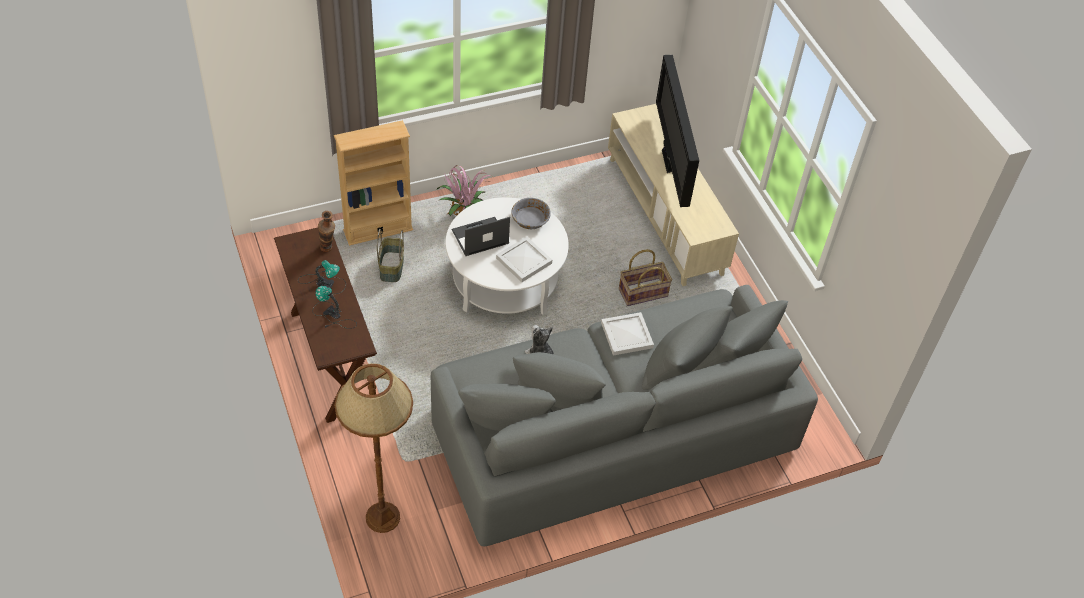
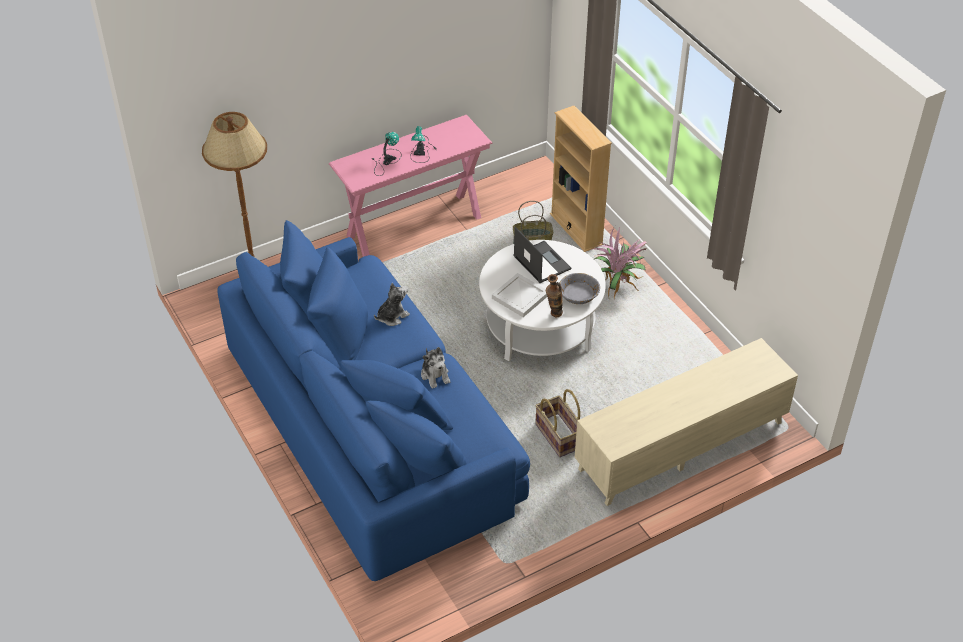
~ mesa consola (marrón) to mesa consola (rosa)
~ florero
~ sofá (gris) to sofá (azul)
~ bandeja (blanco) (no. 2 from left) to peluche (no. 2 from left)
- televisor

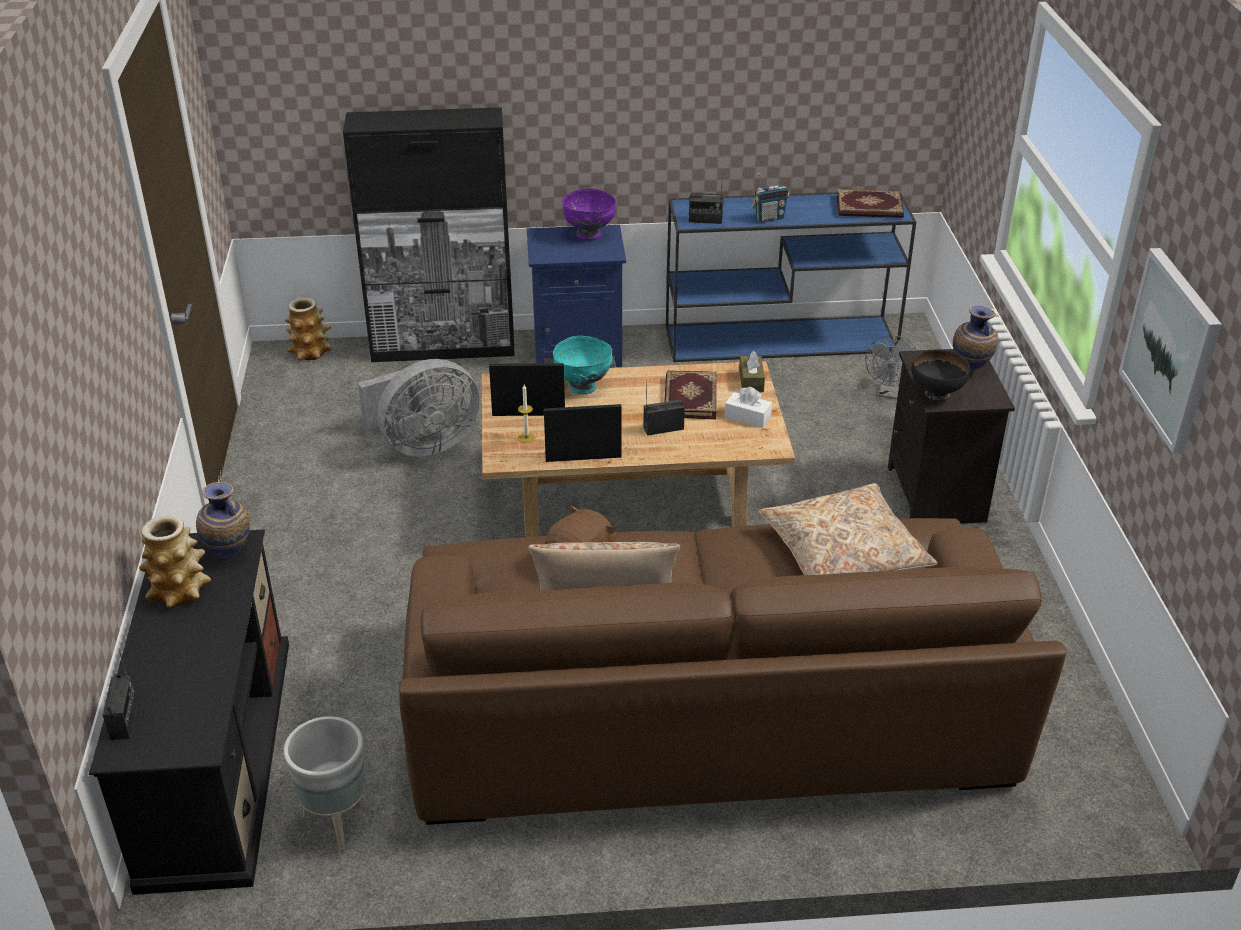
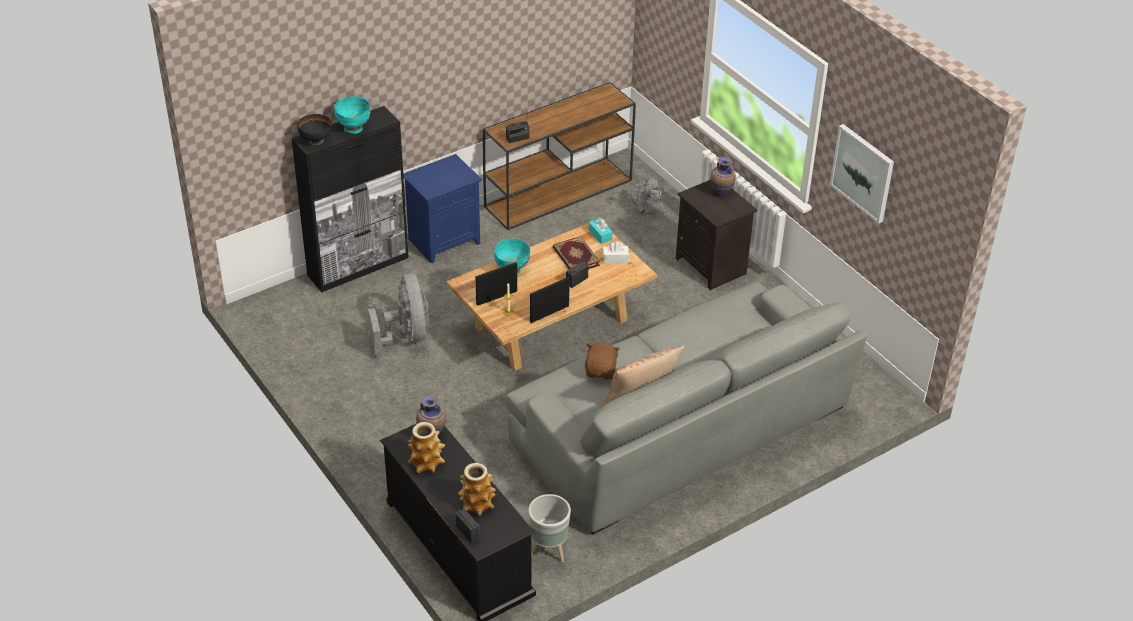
~ florero (no. 3 from left)
~ ventilador (gris) (no. 1 from left) 45 degrees counterclockwise
~ sofá (marrón) to sofá (gris)
- cuenco (morado)
~ mesa consola (azul) to mesa consola (marrón)
~ caja de pañuelos (marrón) to caja de pañuelos (turquesa)
- radio (no. 4 from left)
- cojín (beis) (no. 2 from left)
- libro (no. 2 from left)
~ cuenco (negro)
+ cuenco (turquesa) (no. 1 from left)

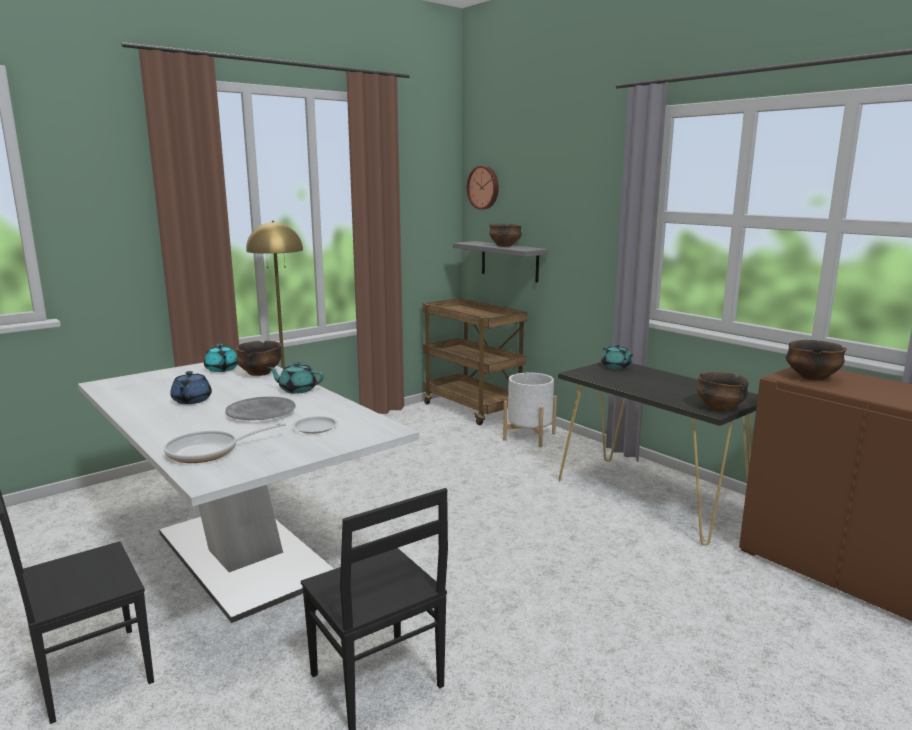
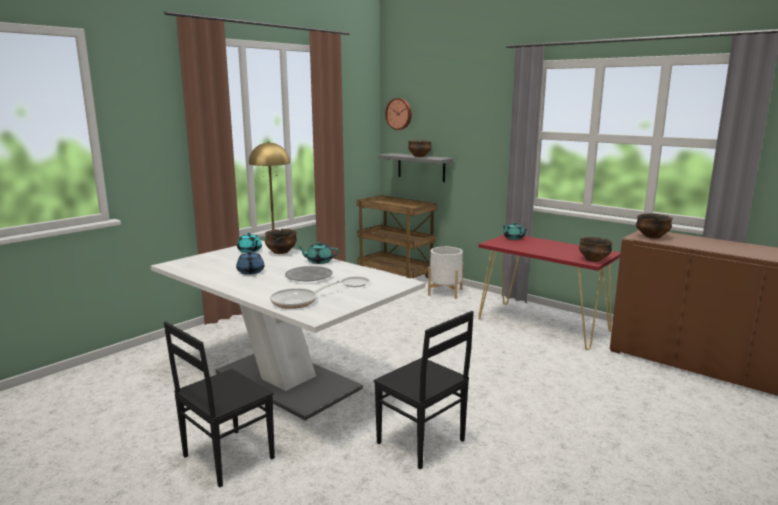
~ mesa consola (negro) to mesa consola (rojo)

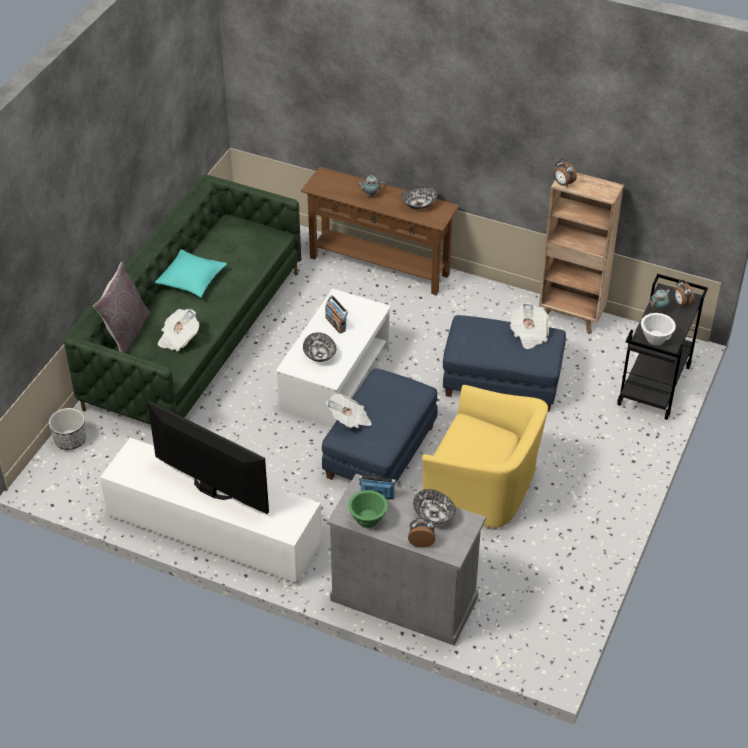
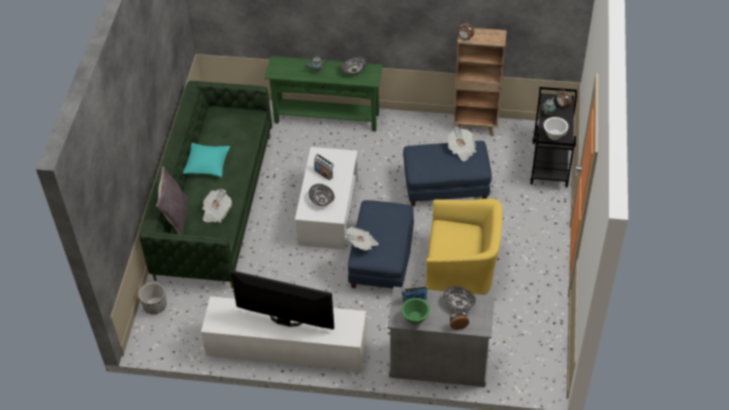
~ mesa consola (marrón) to mesa consola (verde)

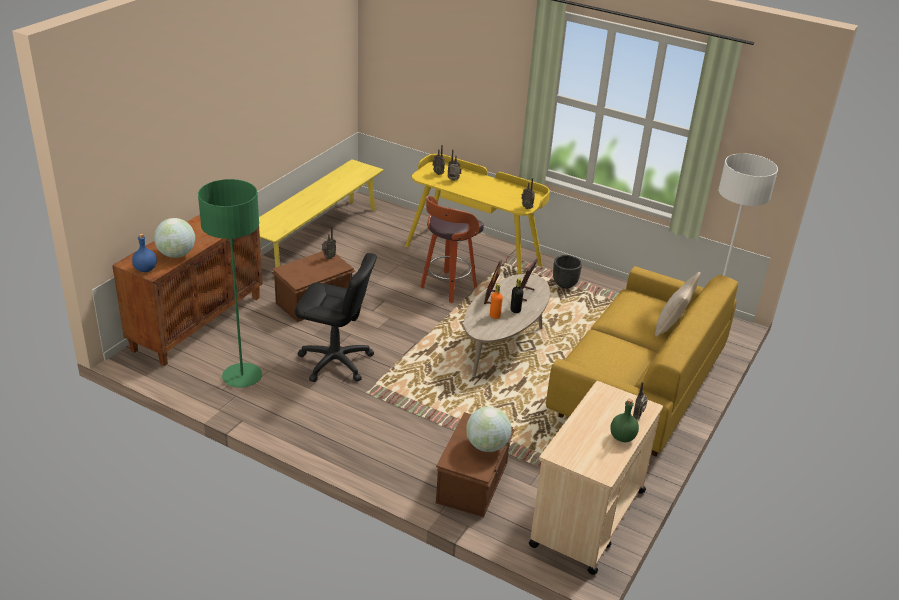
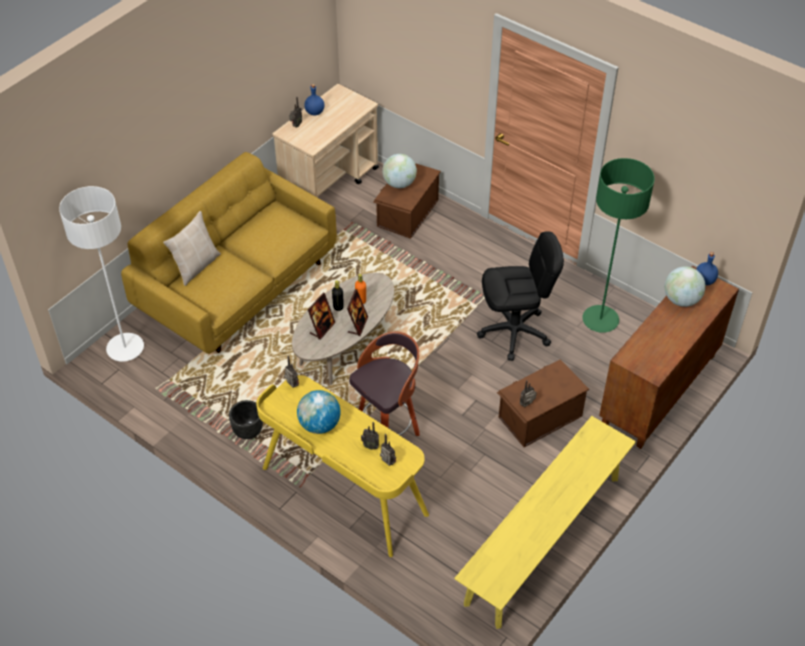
~ silla de oficina (negro) 150 degrees clockwise
~ botella (verde) to botella (azul) (no. 1 from left)
+ globo terráqueo (no. 1 from left)

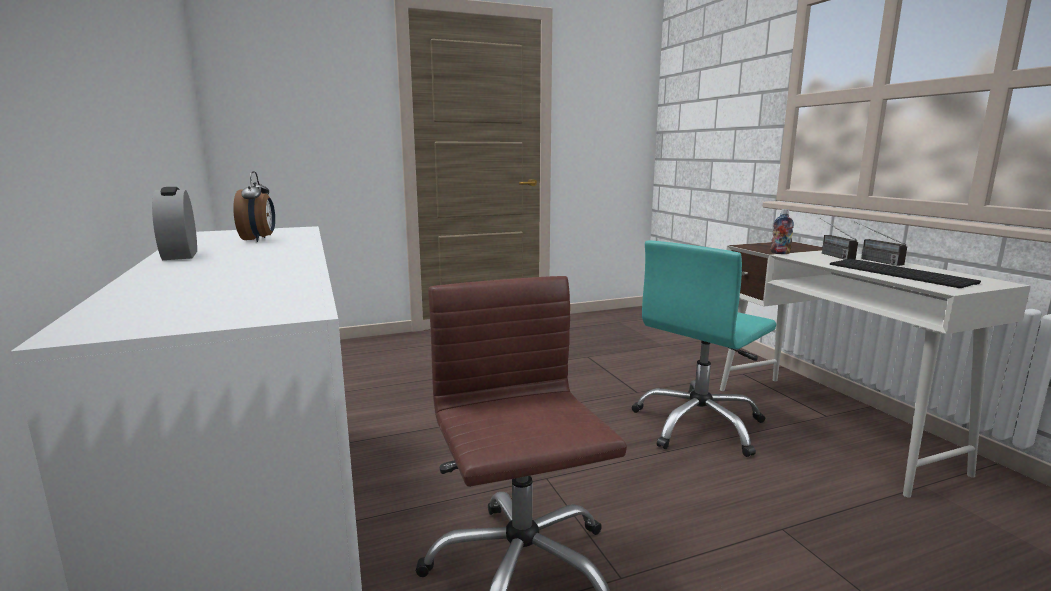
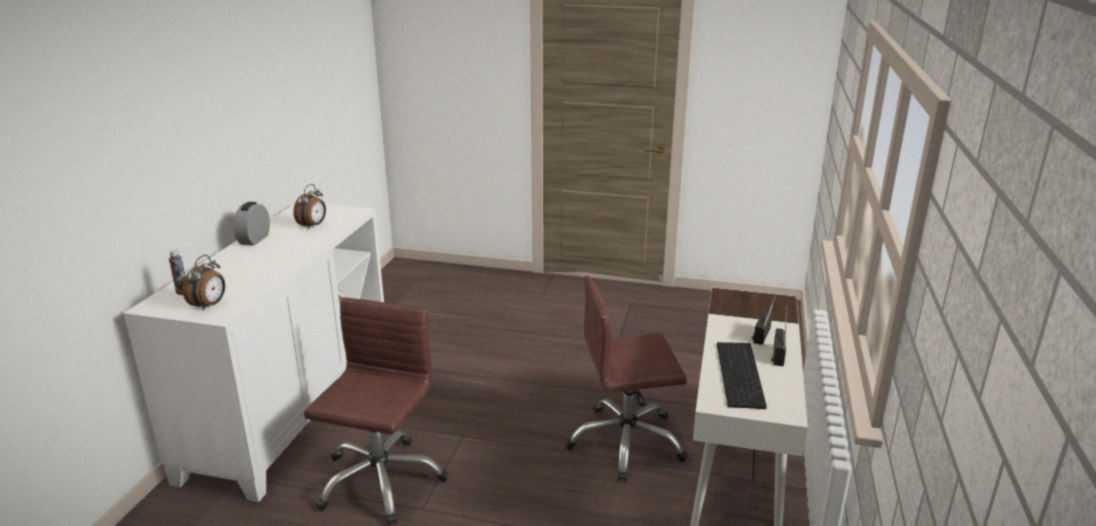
~ silla de oficina (turquesa) to silla de oficina (marrón) (no. 2 from left)
~ botella
+ despertador (no. 1 from left)

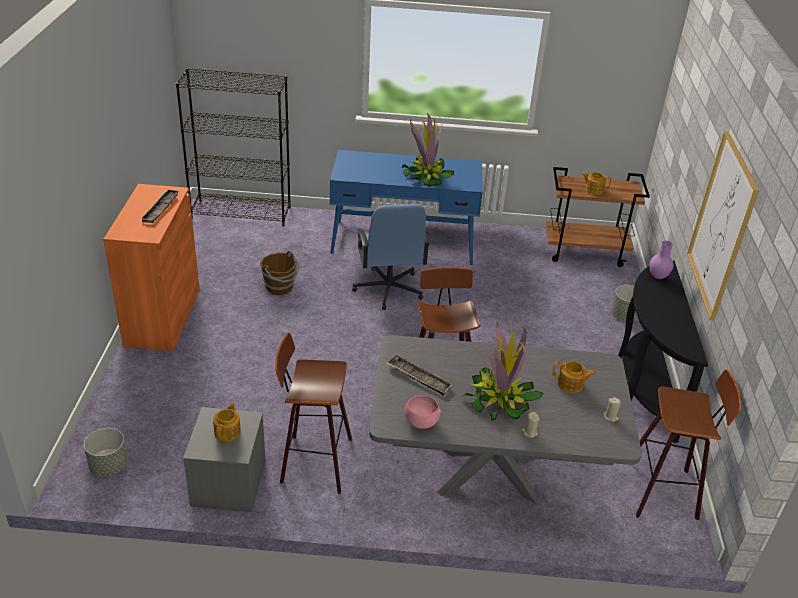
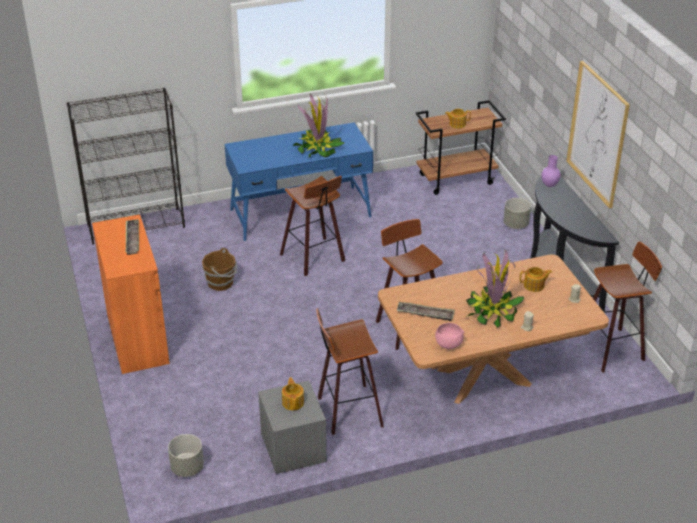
~ silla de oficina (azul) to taburete (no. 1 from left)
~ mesa de comedor (gris) to mesa de comedor (marrón)

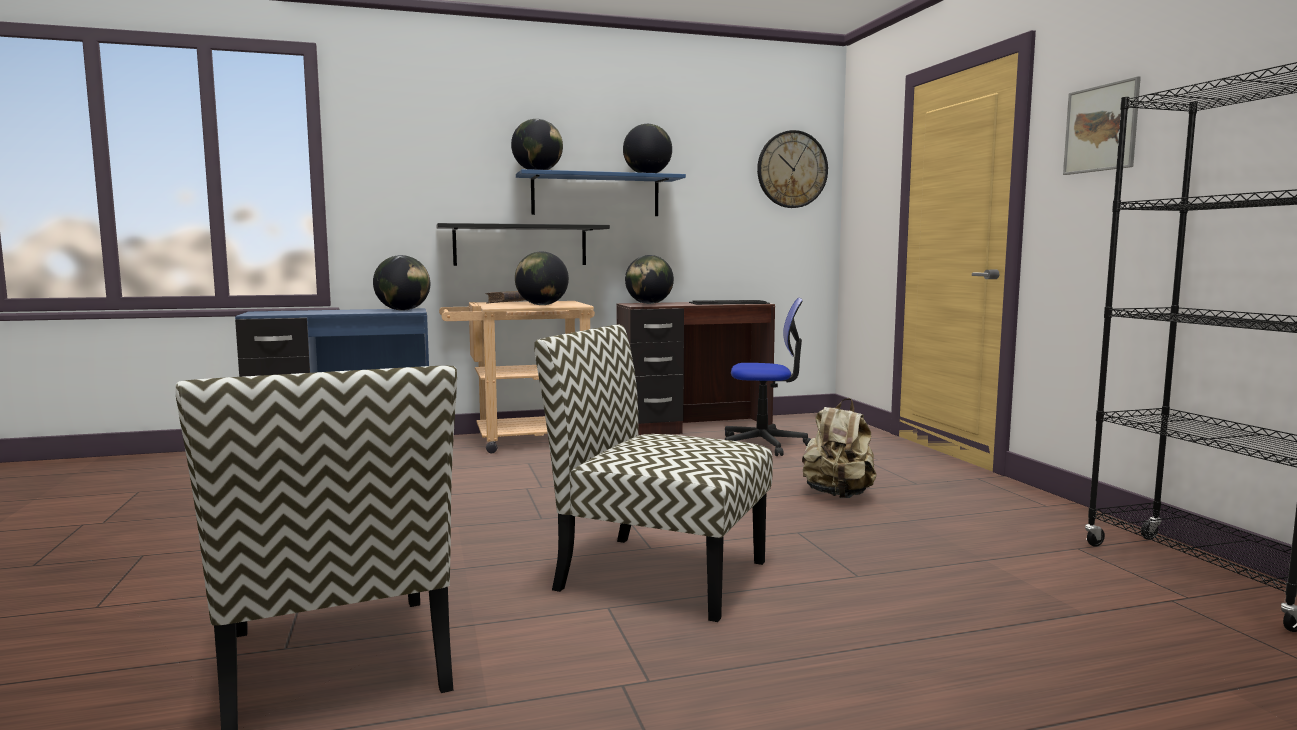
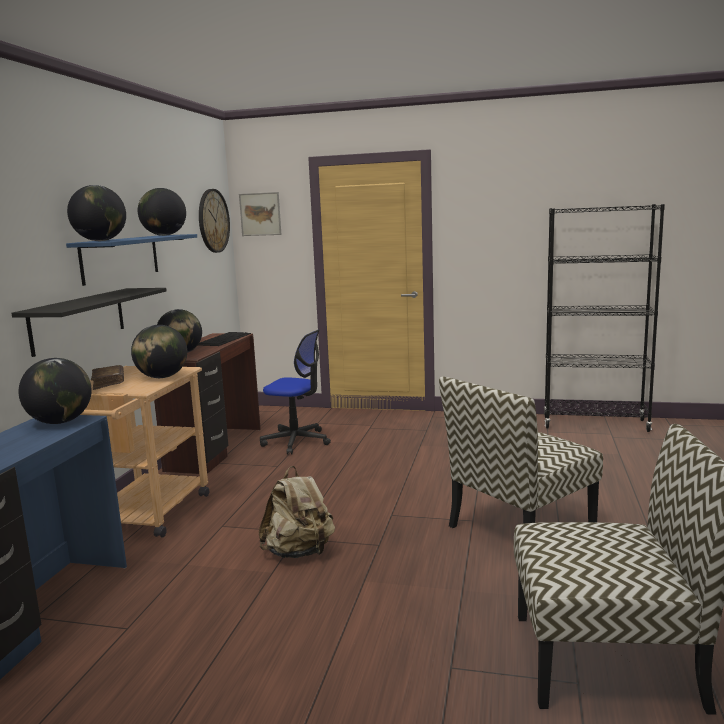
~ silla de oficina 75 degrees clockwise
~ mochila (beis)
~ cuadro

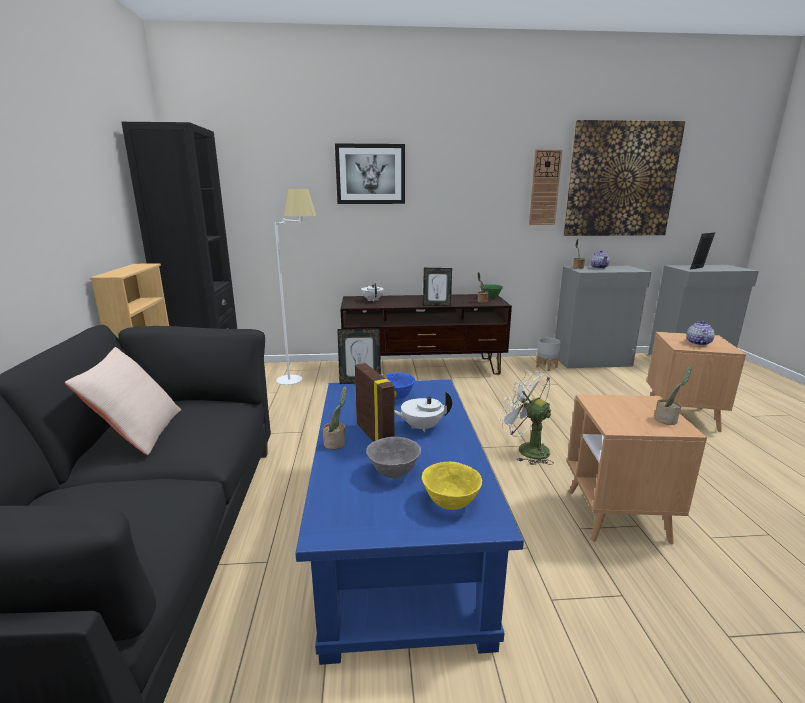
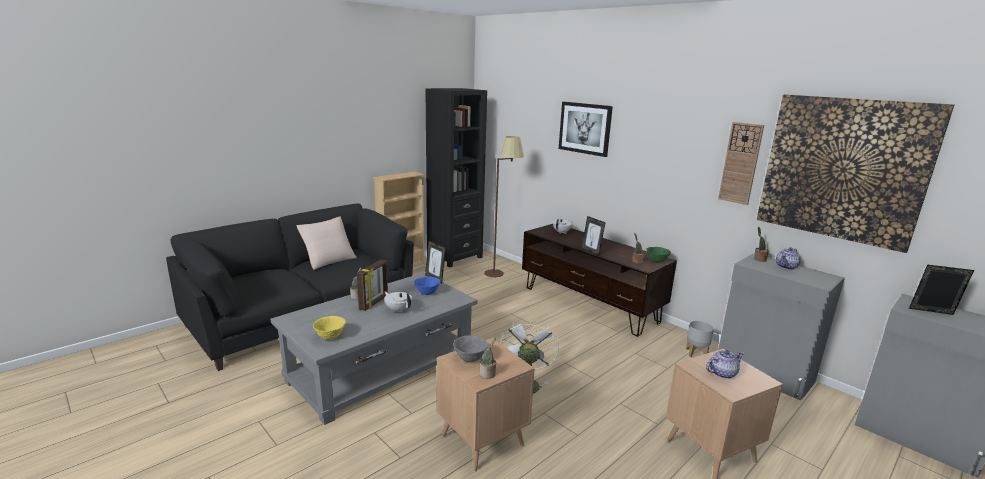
~ lámpara de pie (blanco) to lámpara de pie (marrón)
~ mesa de centro (azul) to mesa de centro (gris)
~ cuenco (gris)

